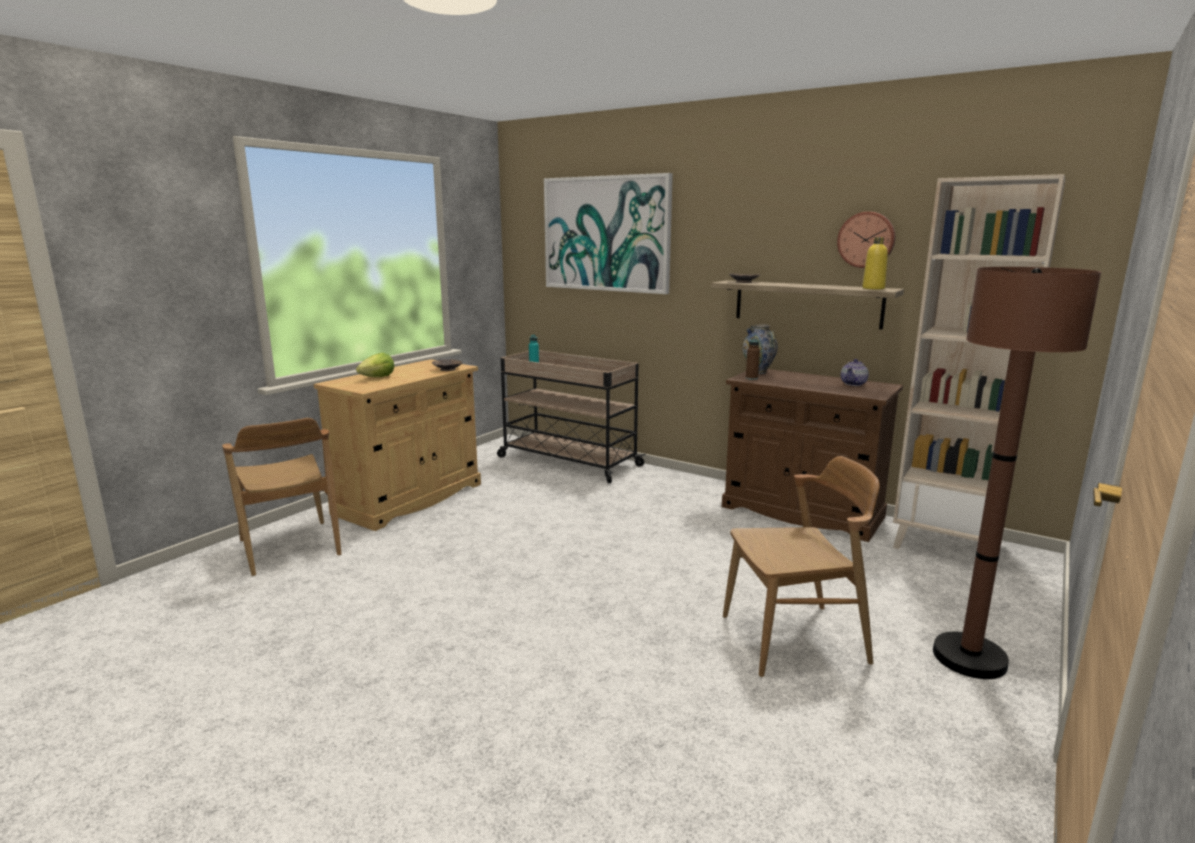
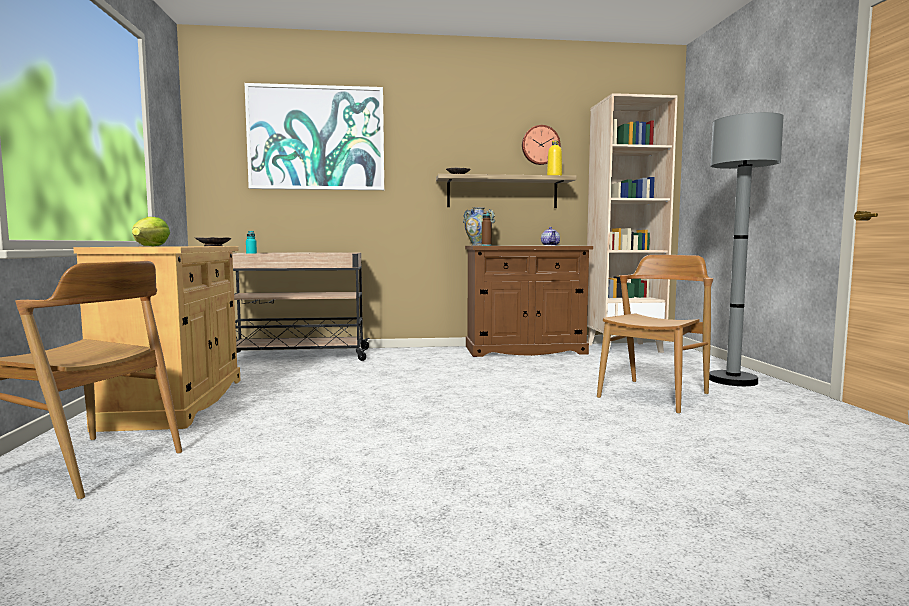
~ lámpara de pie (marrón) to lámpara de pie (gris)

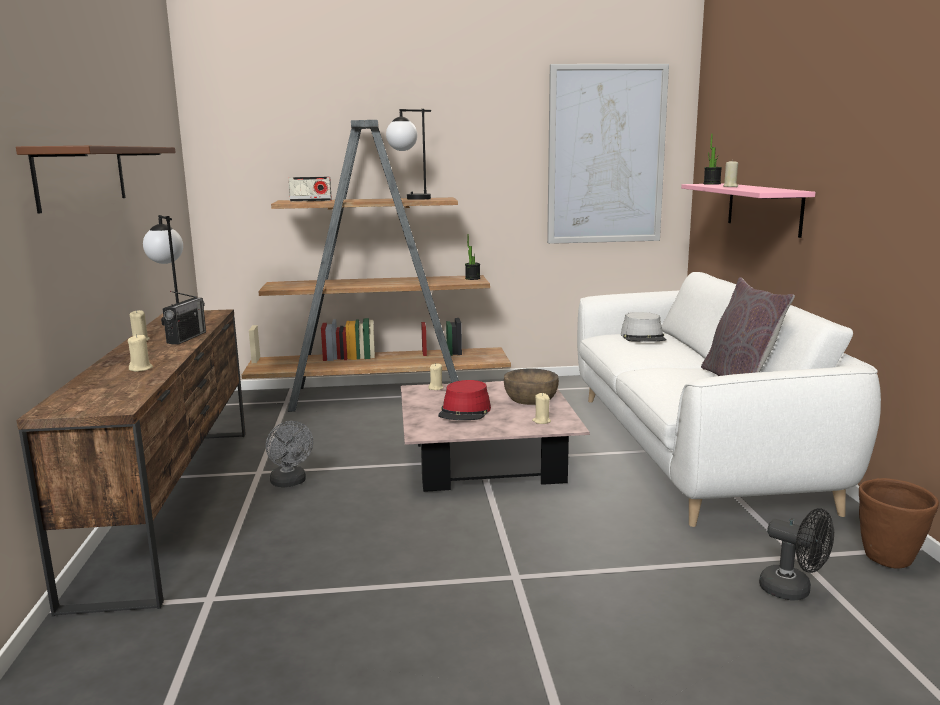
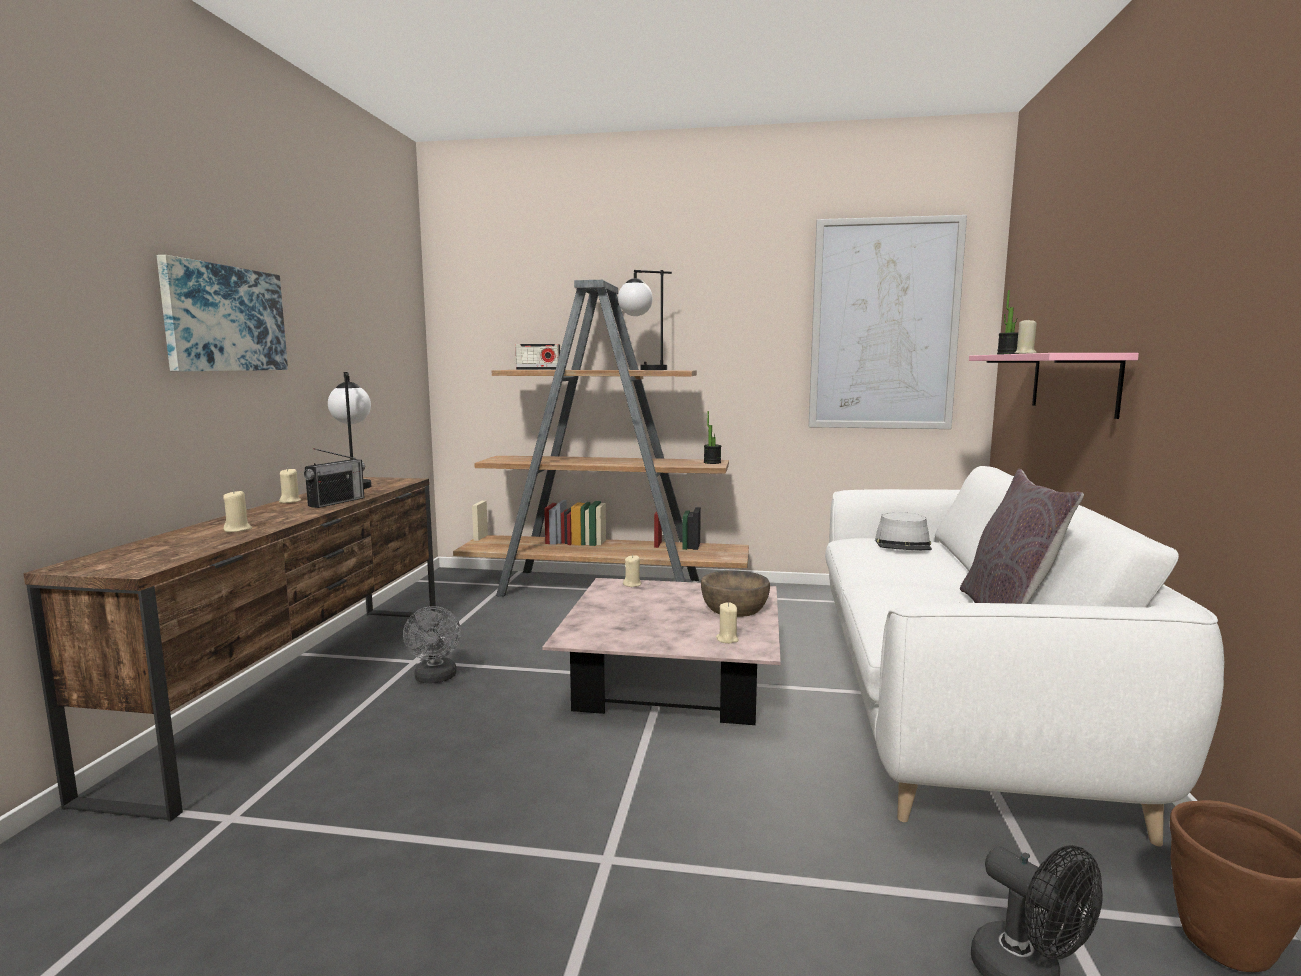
~ estante (marrón) to cuadro (no. 1 from left)
- sombrero (rojo)

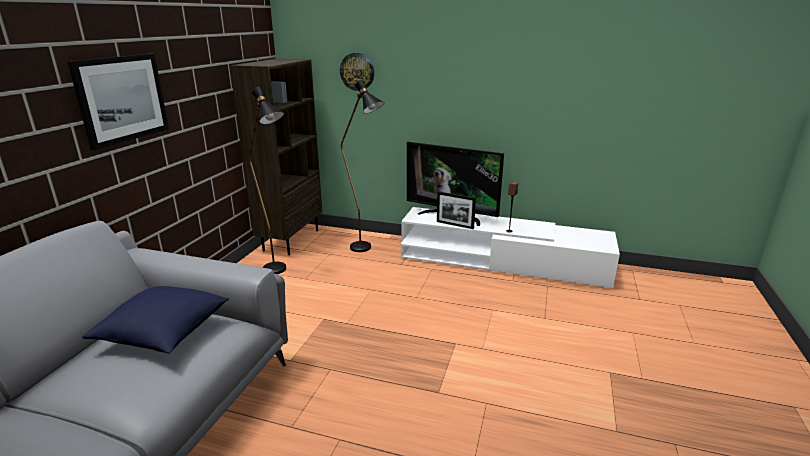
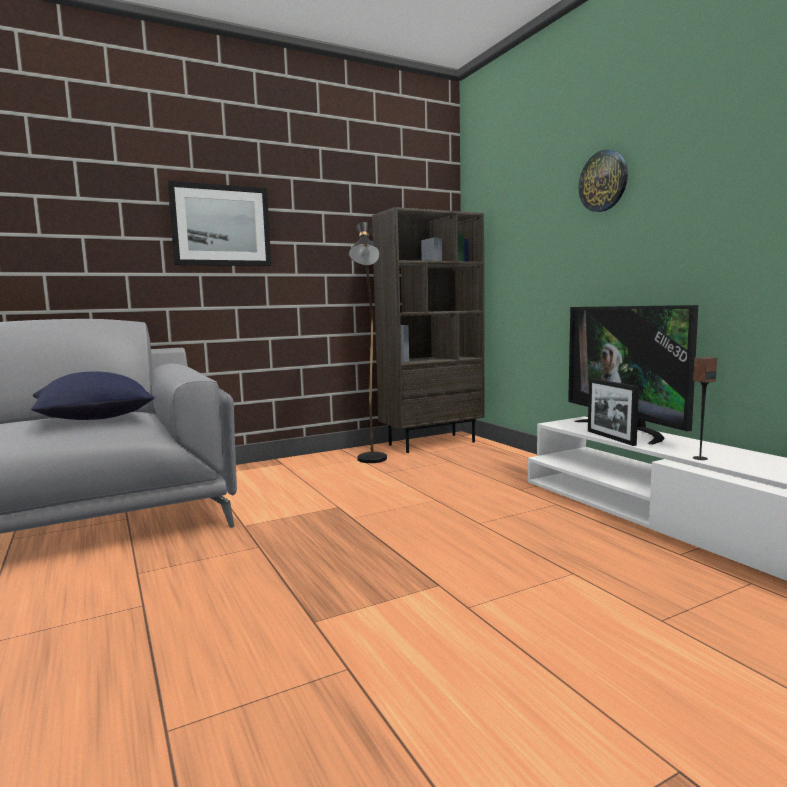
~ reloj de pared
- lámpara de pie (negro) (no. 2 from left)

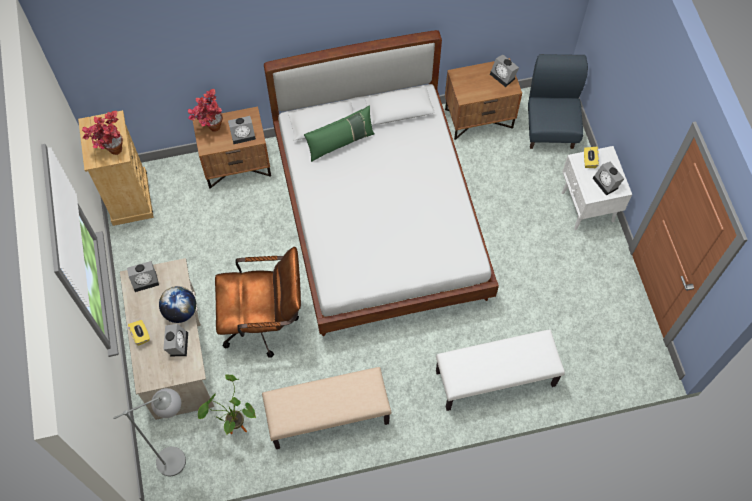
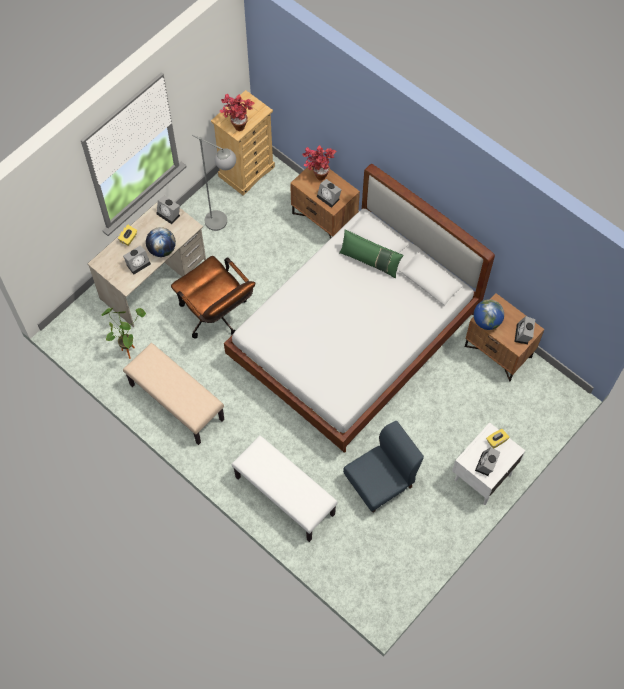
~ lámpara de pie (gris)
~ silla (azul)
+ globo terráqueo (no. 2 from left)

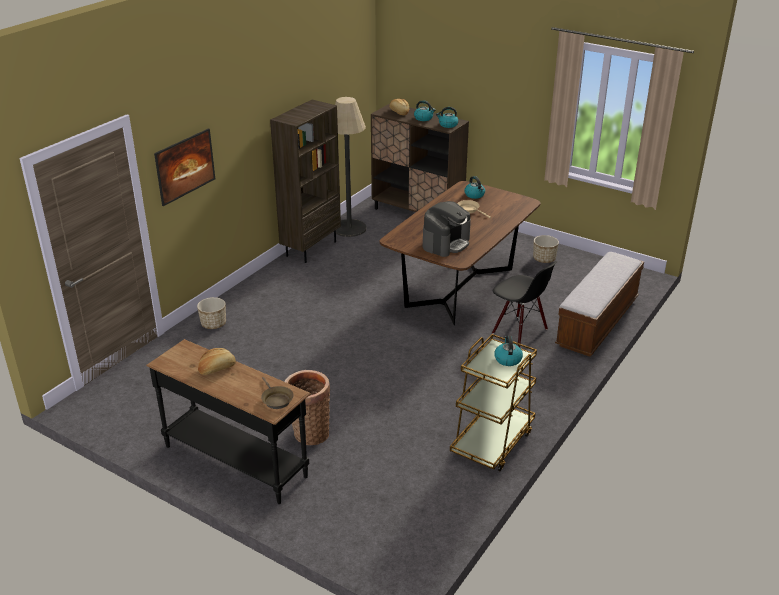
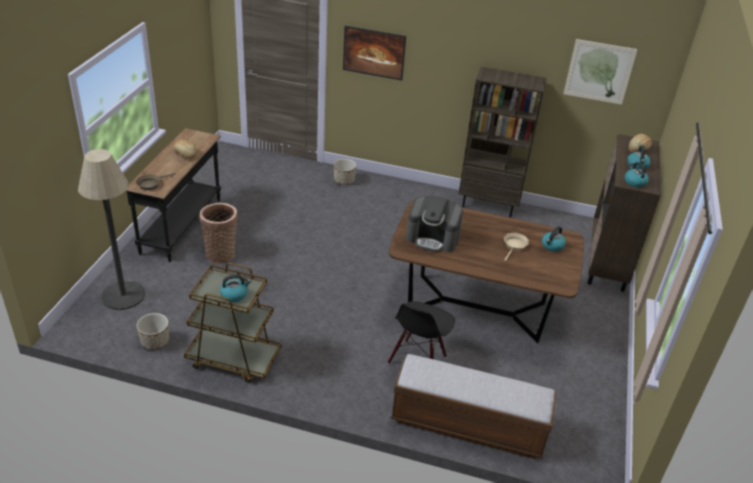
~ lámpara de pie
~ maceta (no. 2 from left in the first image) to maceta (no. 1 from left)
+ cuadro (no. 2 from left)

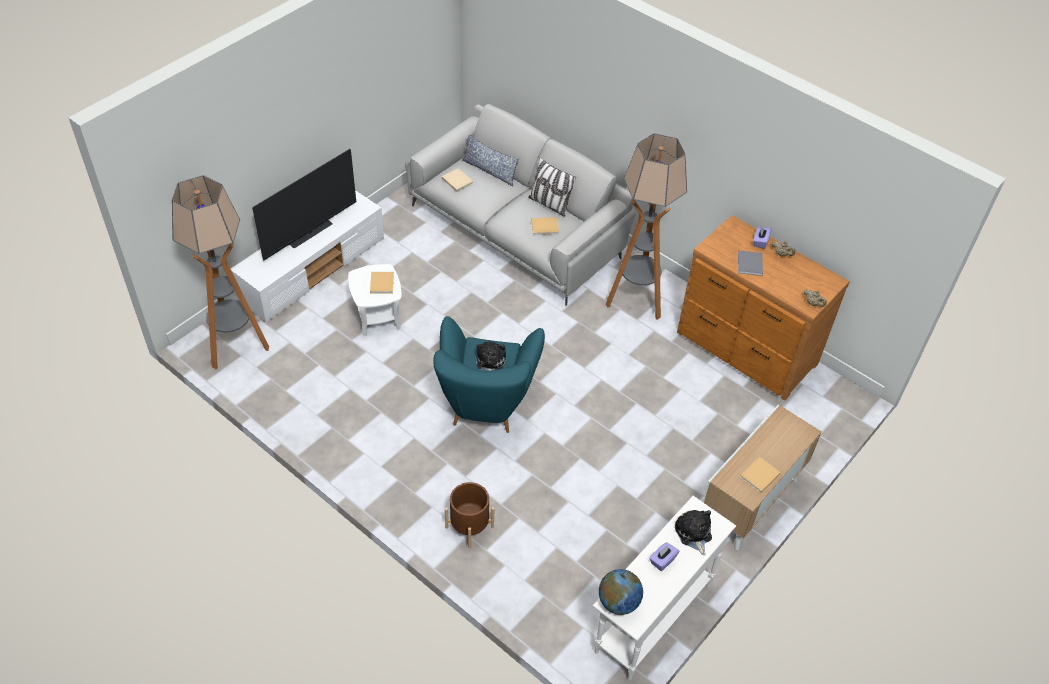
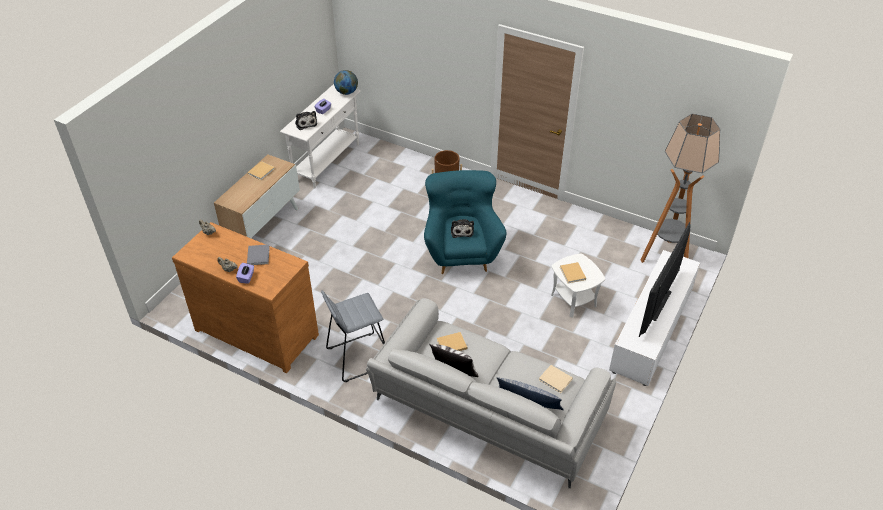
~ lámpara de pie (no. 2 from left) to taburete (gris)

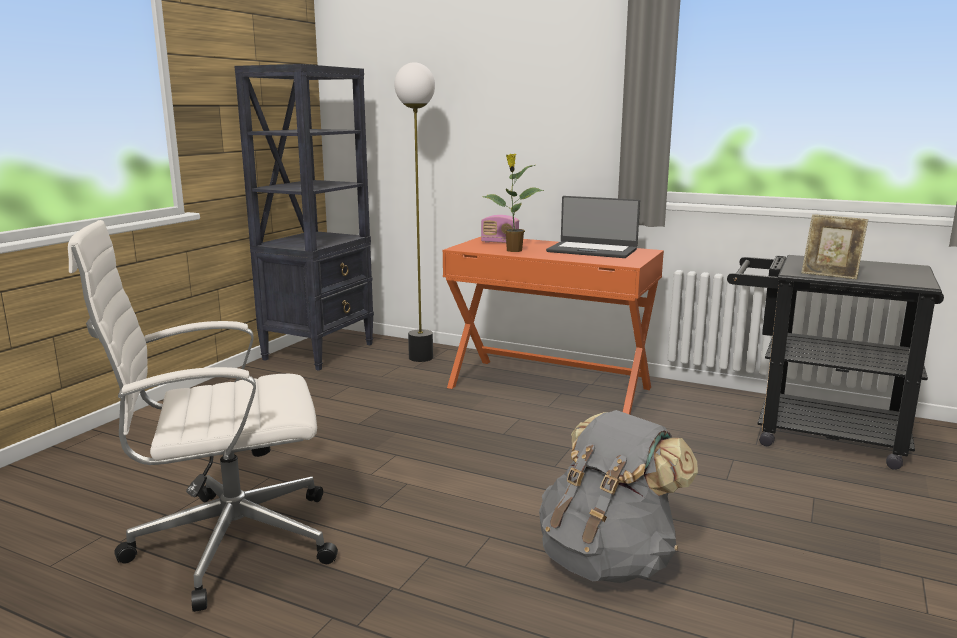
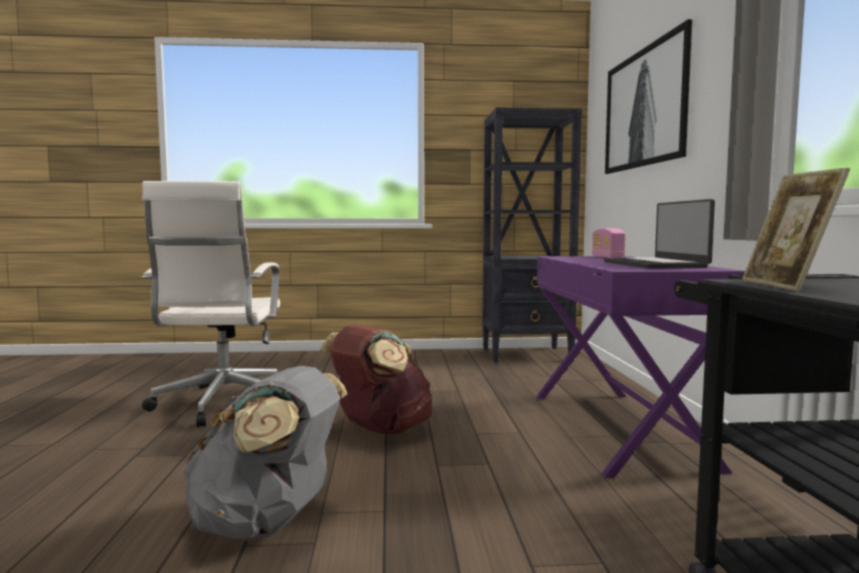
~ silla de oficina (blanco) 135 degrees counterclockwise
- lámpara de pie
~ escritorio (naranja) to escritorio (morado)
- planta en maceta
+ mochila (marrón)
+ cuadro

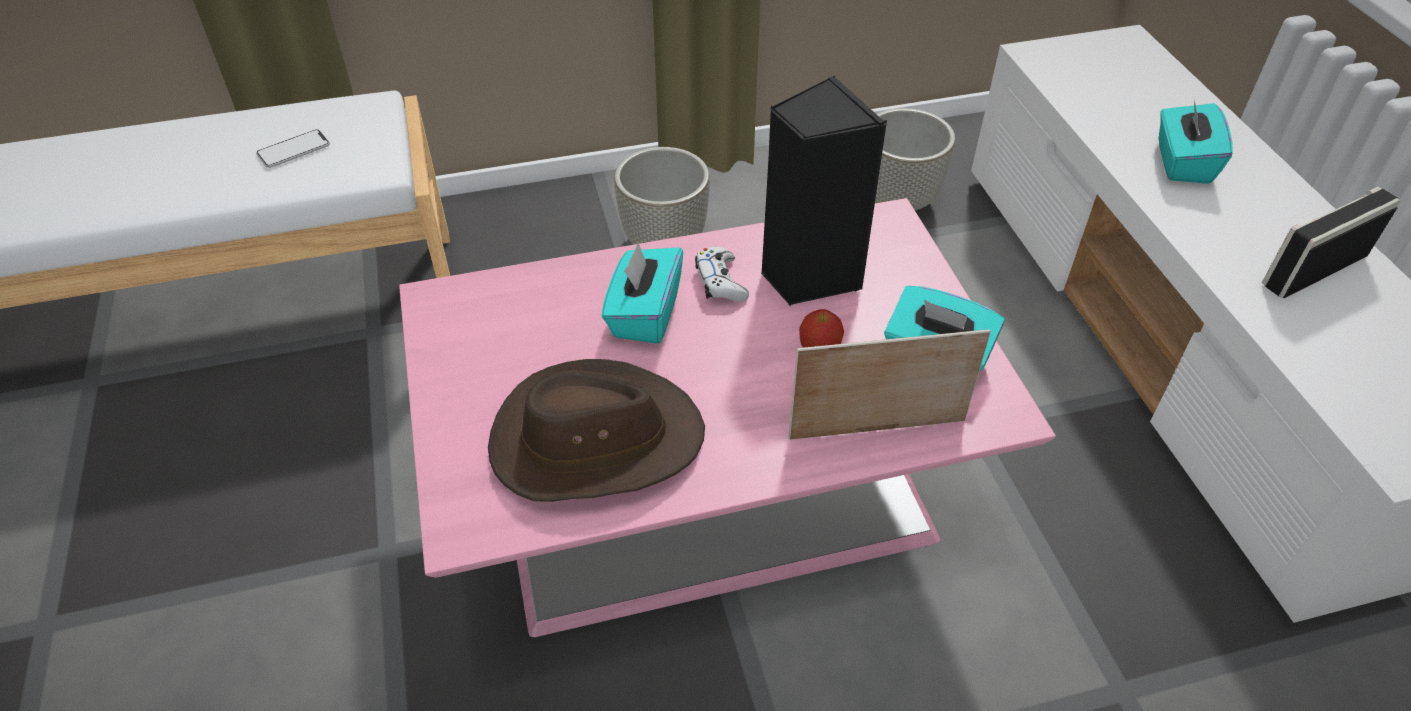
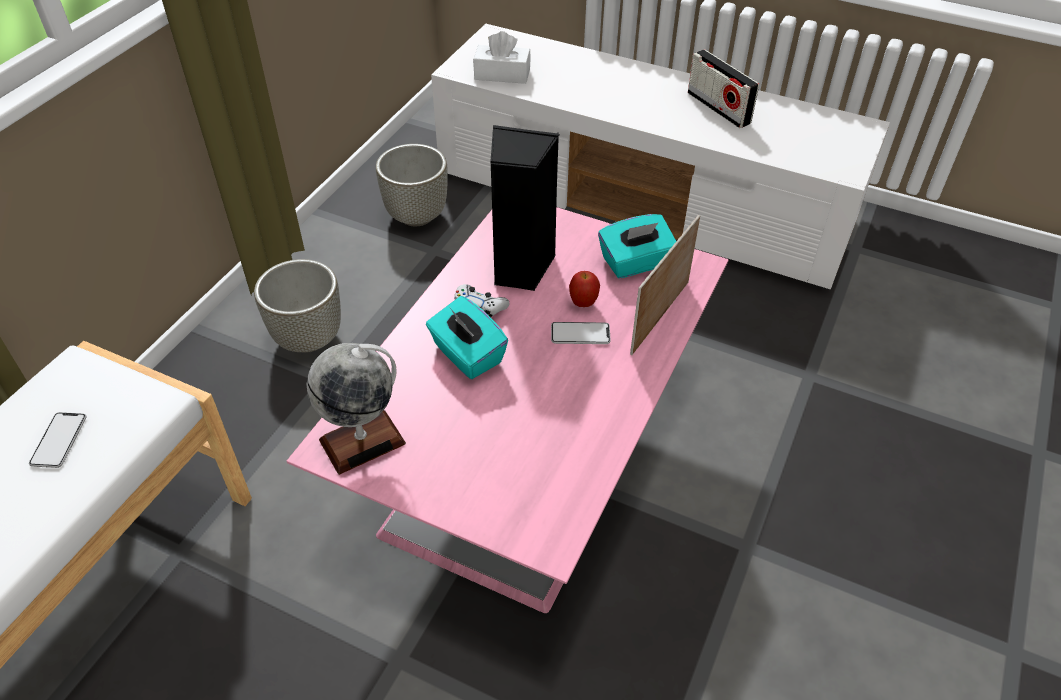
- sombrero (marrón)
- caja de pañuelos (turquesa) (no. 3 from left)
~ radio 45 degrees counterclockwise
+ globo terráqueo
+ caja de pañuelos (blanco)
+ móvil (no. 2 from left)

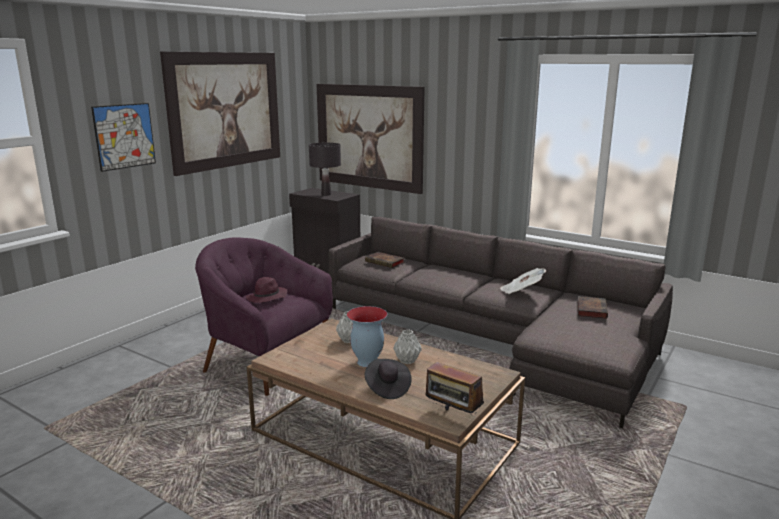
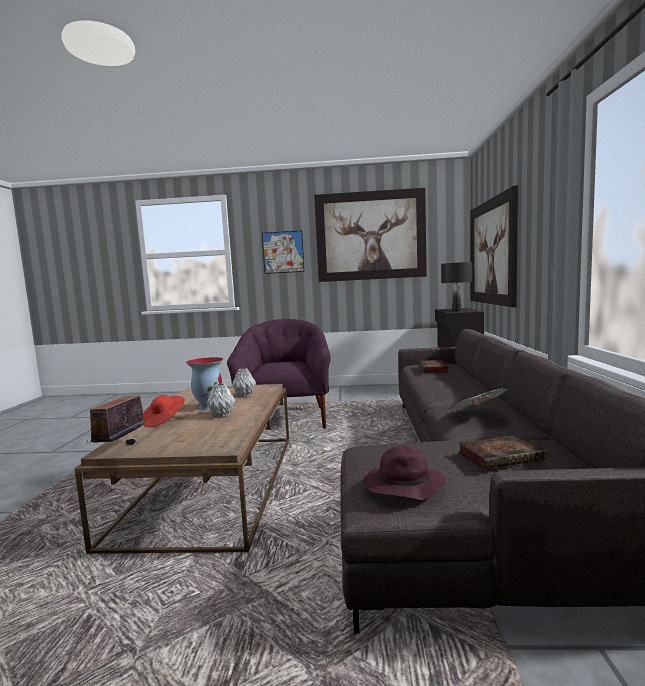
~ sombrero (morado)
~ sombrero (negro) to sombrero (rojo)

